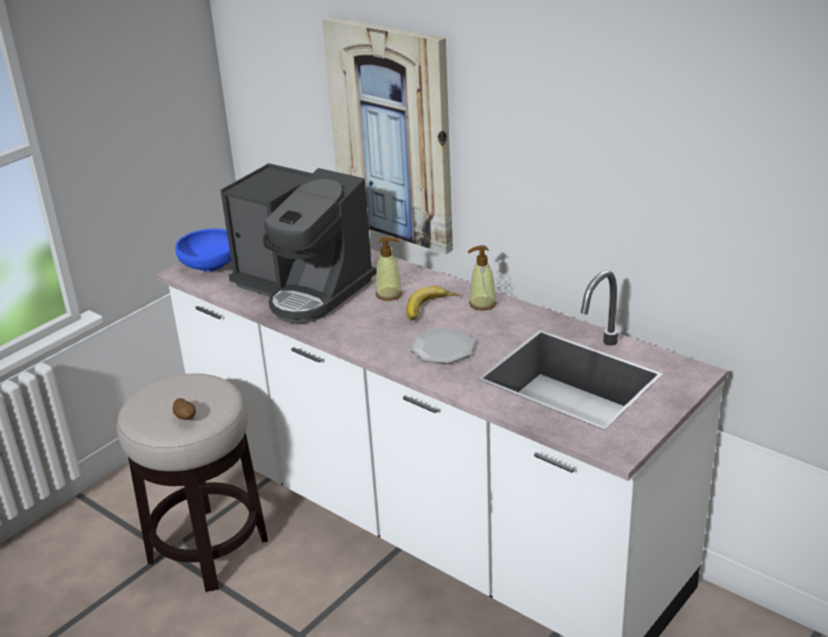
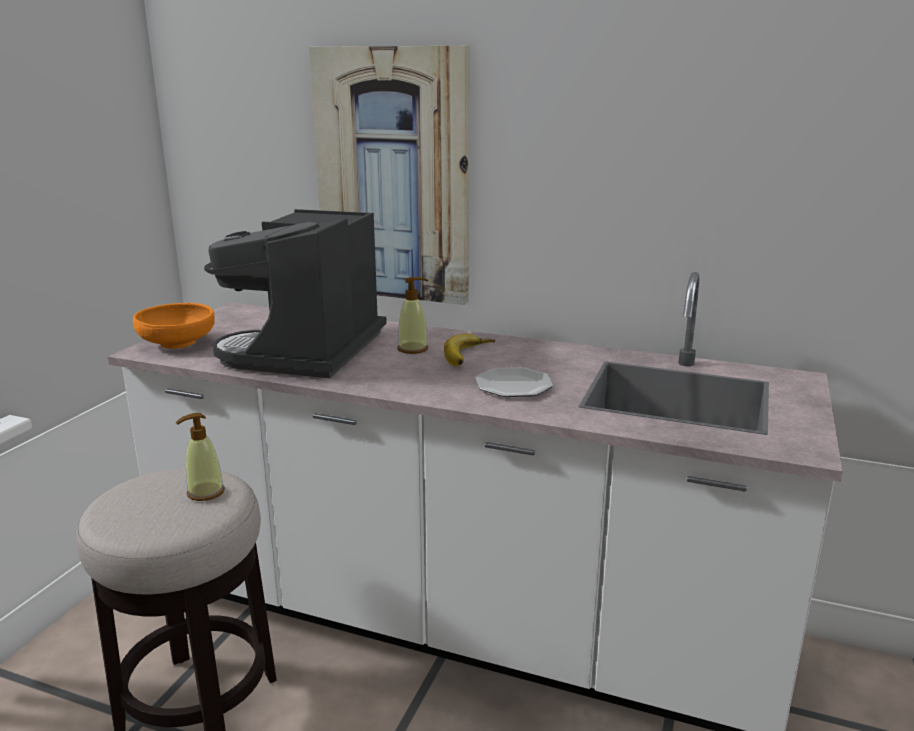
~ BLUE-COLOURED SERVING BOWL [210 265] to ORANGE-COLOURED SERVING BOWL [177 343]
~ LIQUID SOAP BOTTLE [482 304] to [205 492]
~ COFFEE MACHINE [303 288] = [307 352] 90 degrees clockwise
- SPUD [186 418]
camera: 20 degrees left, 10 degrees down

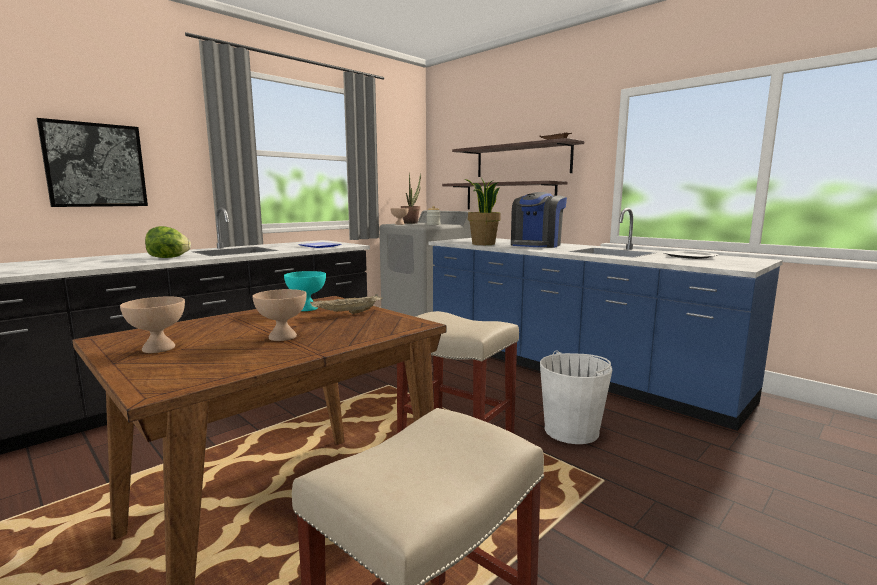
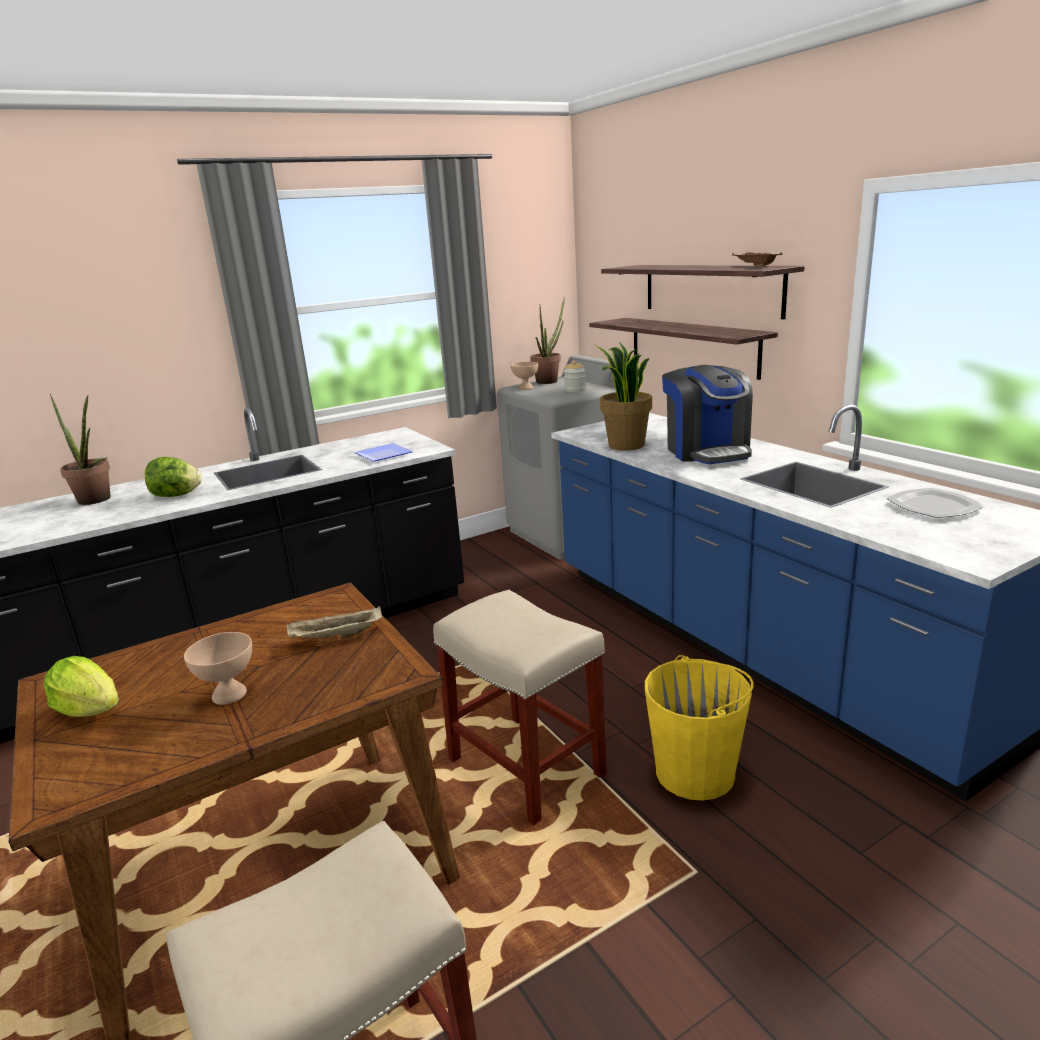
~ BEIGE SERVING BOWL [159 348] to LETTUCE HEAD [90 710]
+ POTTED PLANT [97 501]
~ WHITISH BUCKET [571 430] to YELLOWISH BUCKET [695 772]
~ COFFEE MACHINE [536 245] = [707 451] 60 degrees counterclockwise
- WALL ART [95 165]
- TURQUOISE-COLOURED SERVING BOWL [307 308]
camera: 15 degrees right, 10 degrees up

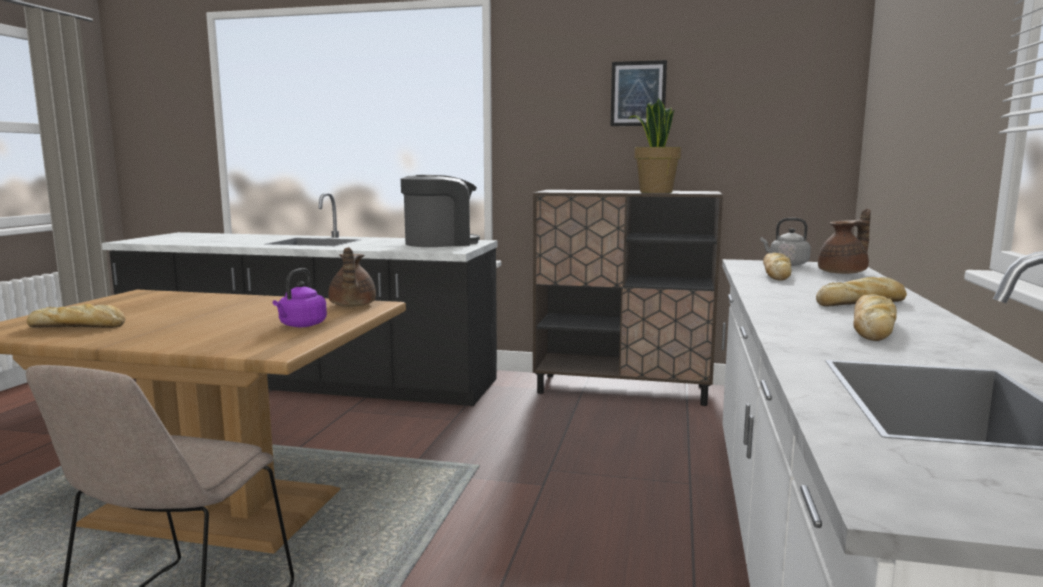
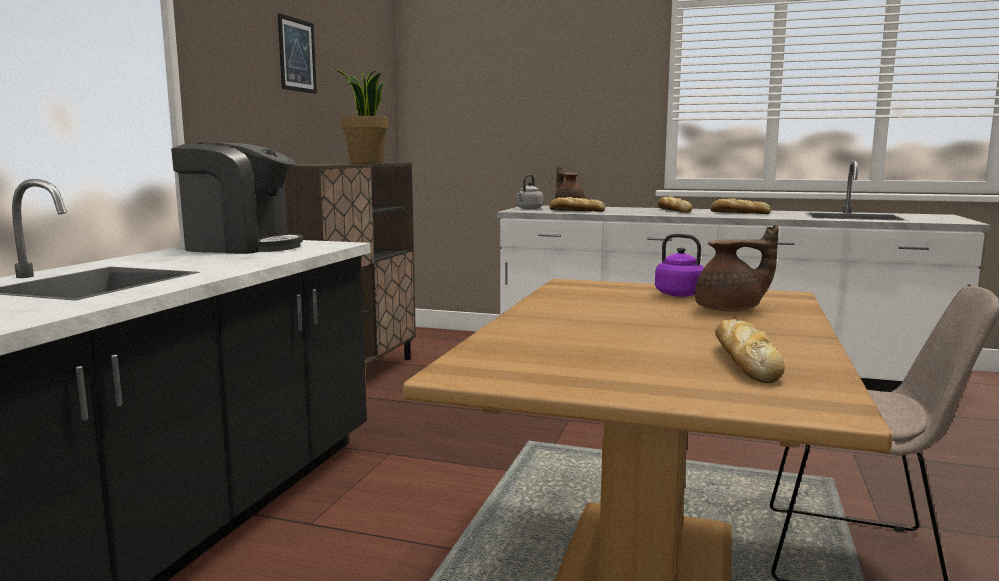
~ COFFEE MACHINE [440 243] = [241 247] 120 degrees clockwise
~ BROWN TEAPOT [351 306] to [731 309]
camera: 85 degrees left, 0 degrees up

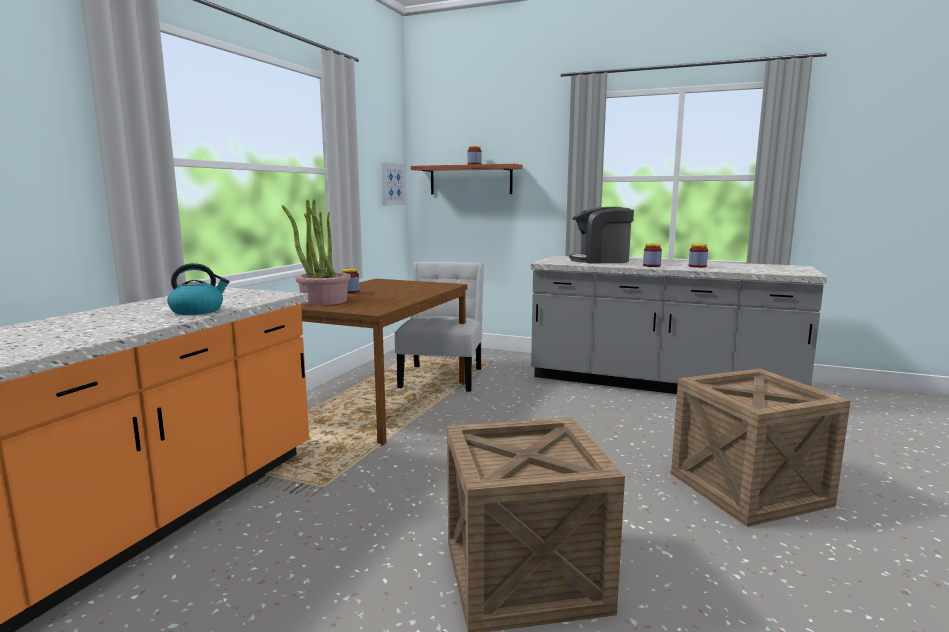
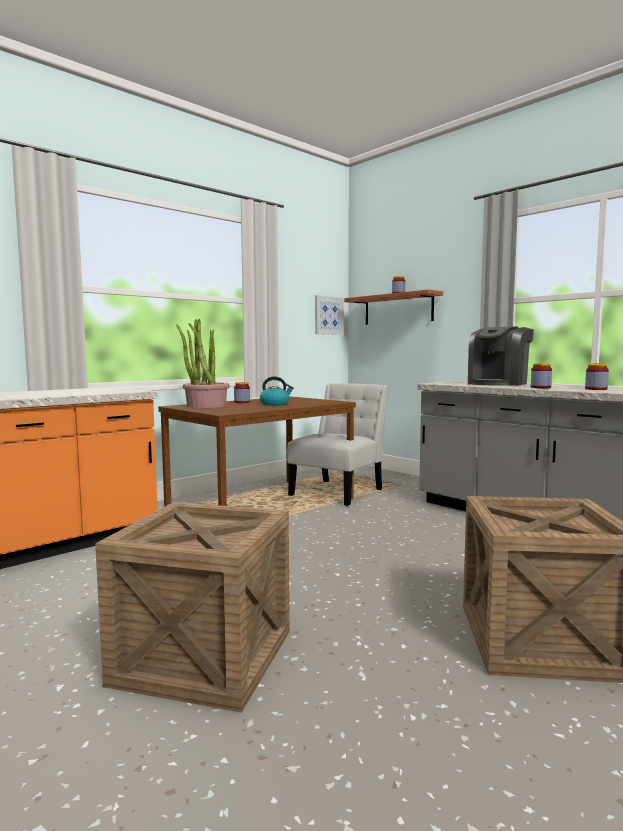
~ TEA KETTLE [198 311] to [275 404]
~ COFFEE MACHINE [601 260] = [498 383] 75 degrees counterclockwise
camera: 25 degrees right, 5 degrees down

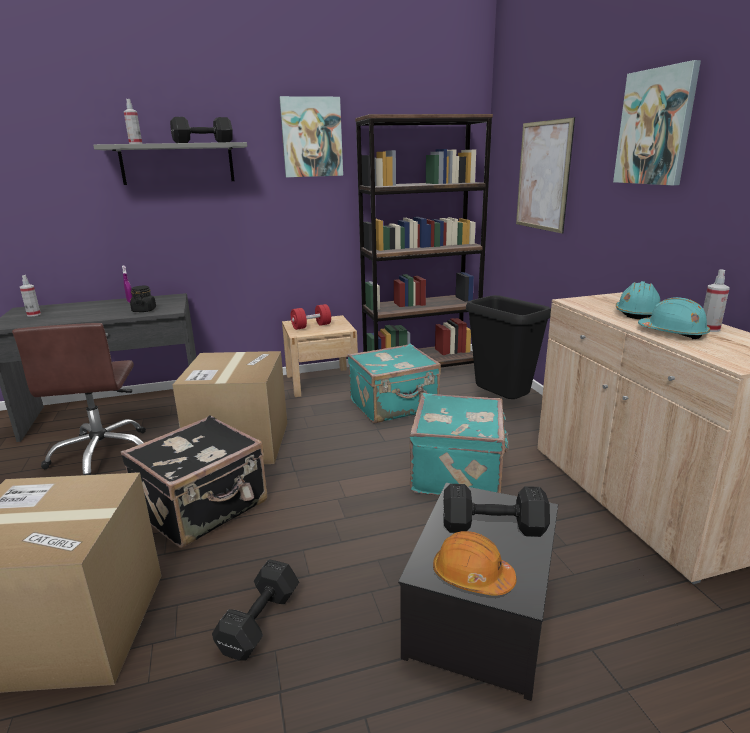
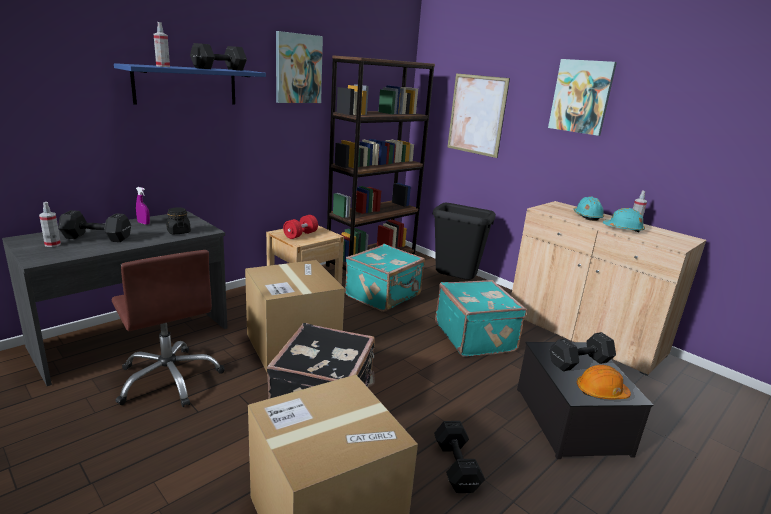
+ BLACKISH FREE WEIGHT [98 238]
~ GREYISH SHELF [177 163] to BLUE-COLOURED SHELF [186 85]
camera: 30 degrees left, 0 degrees up

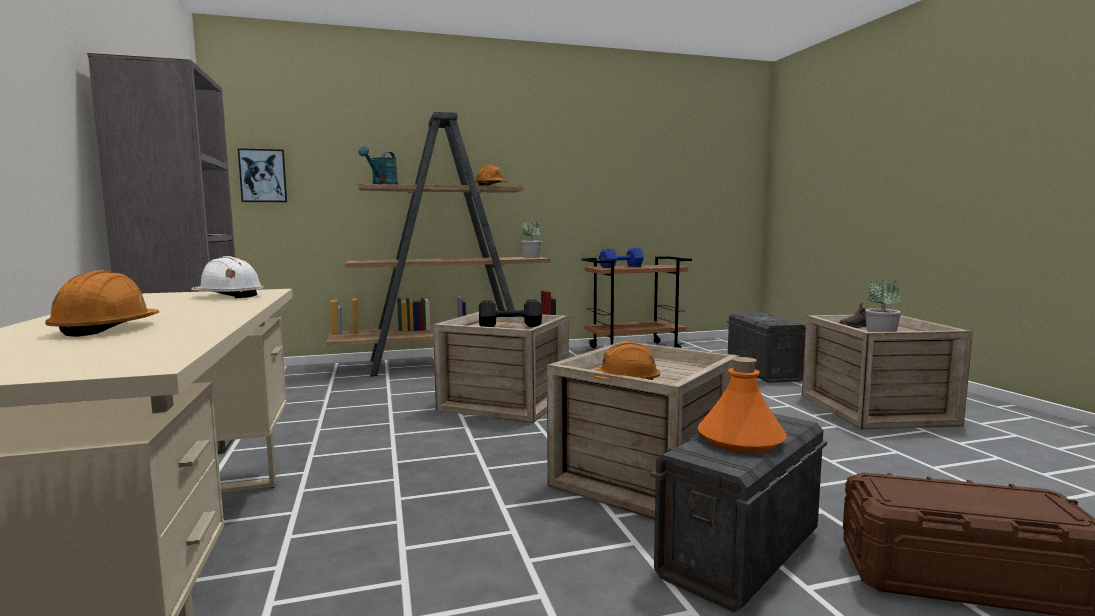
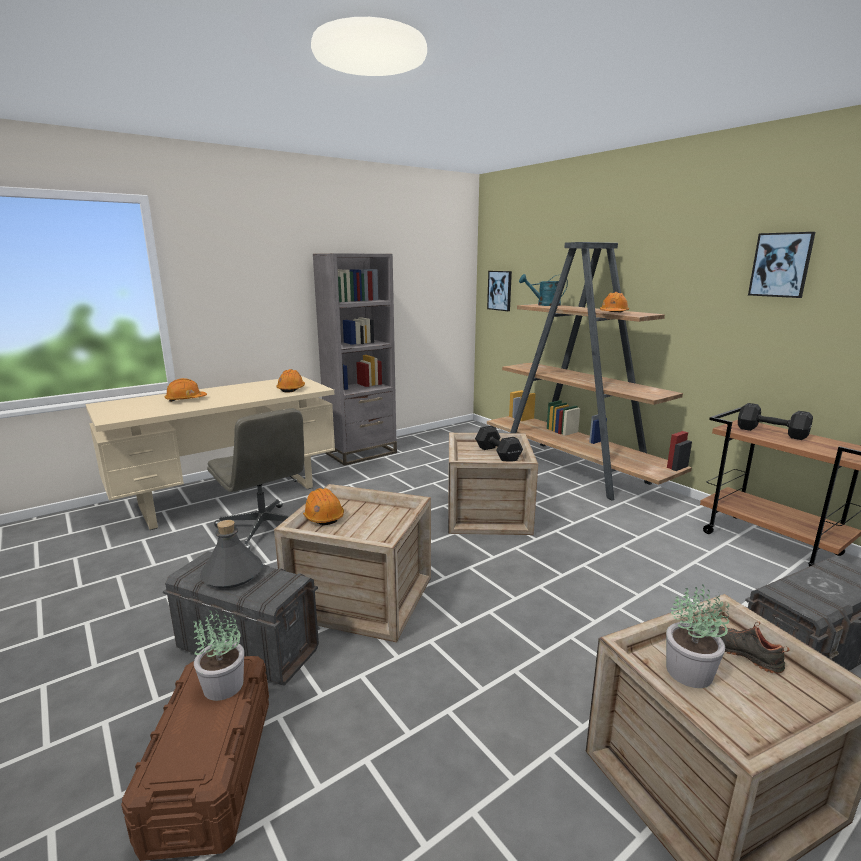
~ POTTED PLANT [531 257] to [223 686]
~ ORANGE-COLOURED DRINK BOTTLE [741 440] to GREYISH DRINK BOTTLE [232 575]
+ GREYISH OFFICE CHAIR [264 528]
~ WHITISH WORK HELMET [229 296] to ORANGE-COLOURED WORK HELMET [291 389]
~ BLUE-COLOURED FREE WEIGHT [622 267] to BLACKISH FREE WEIGHT [773 433]
+ WALL ART [781 265]
camera: 70 degrees right, 10 degrees up

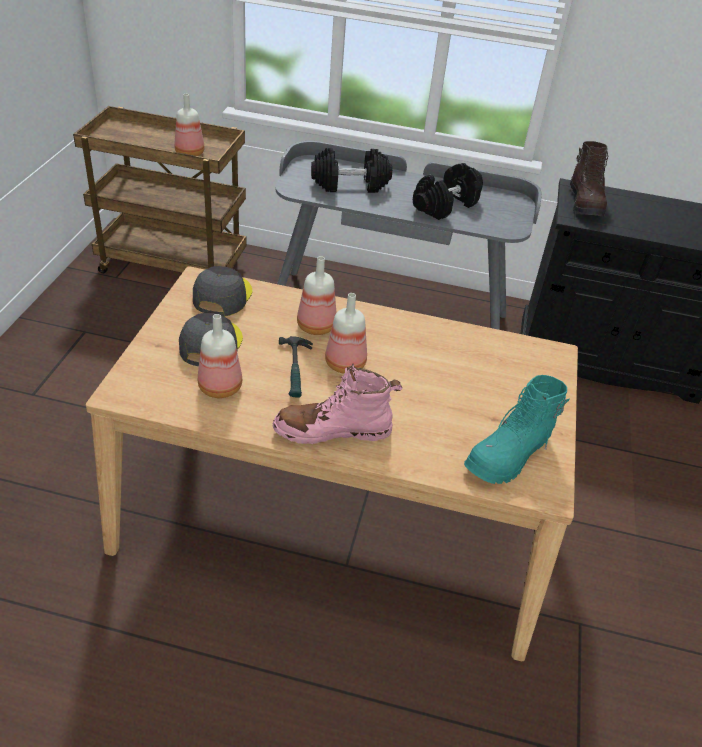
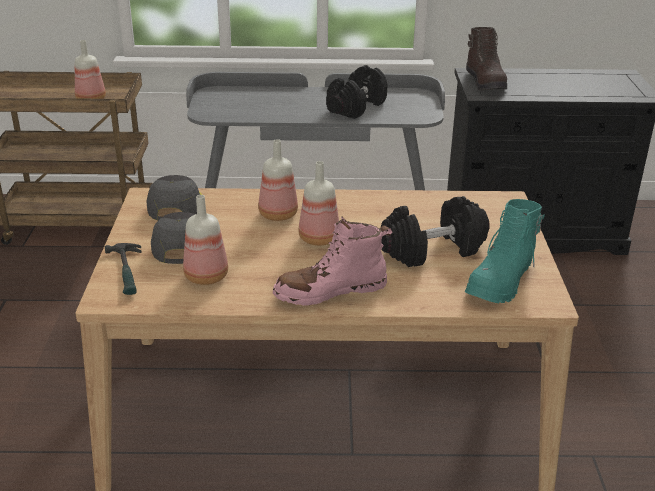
~ HAND HAMMER [296 370] to [128 272]
~ BLACKISH FREE WEIGHT [350 184] to [432 249]
camera: 10 degrees left, 10 degrees down

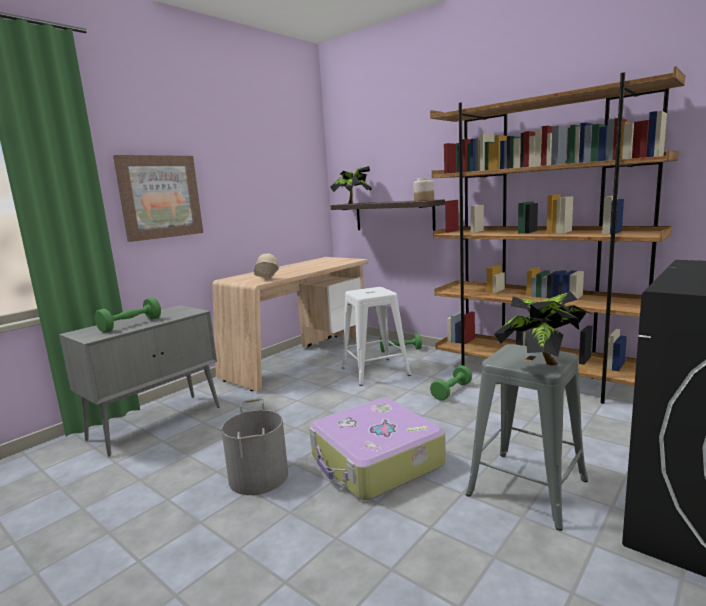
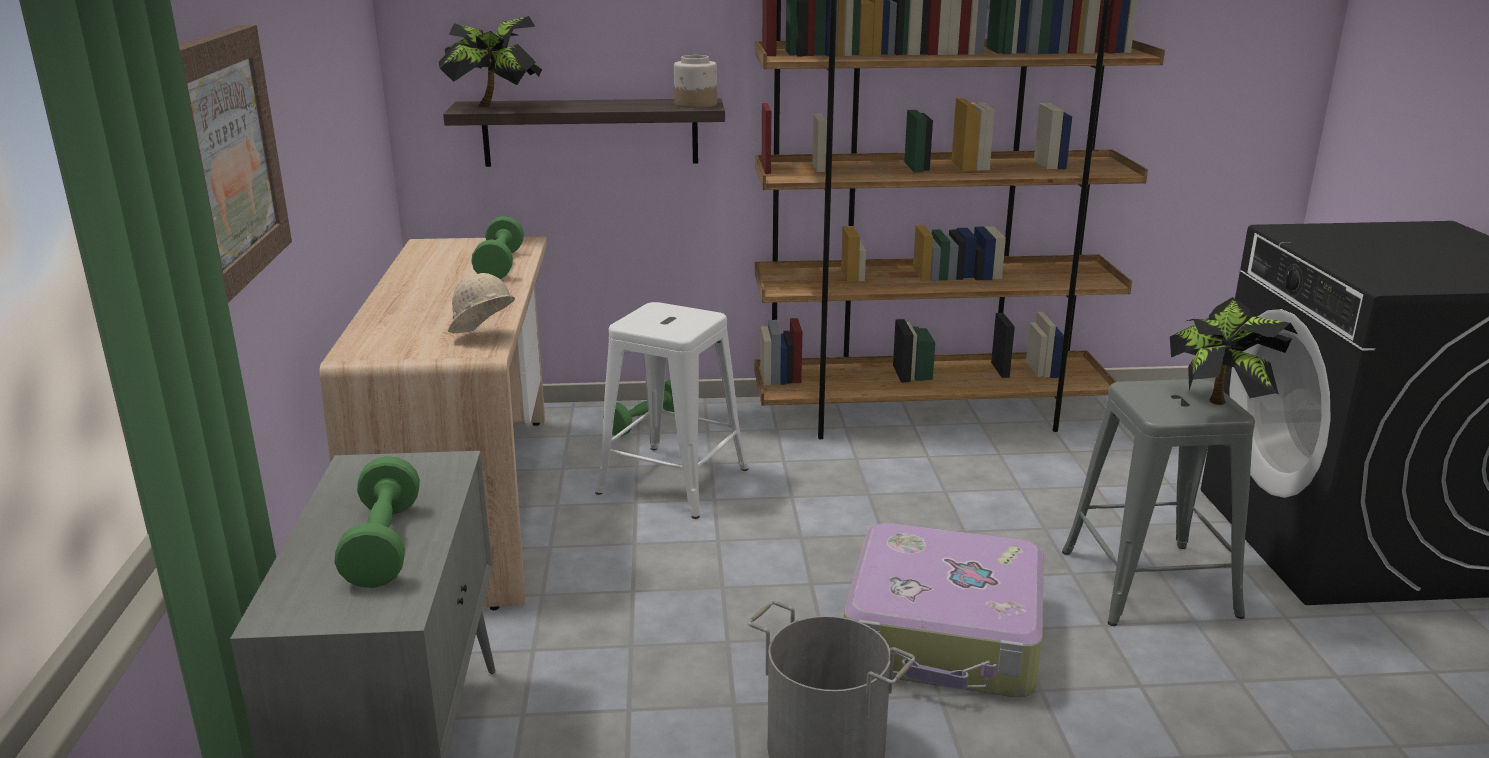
~ GREENISH FREE WEIGHT [451 391] to [500 265]
camera: 45 degrees left, 10 degrees up

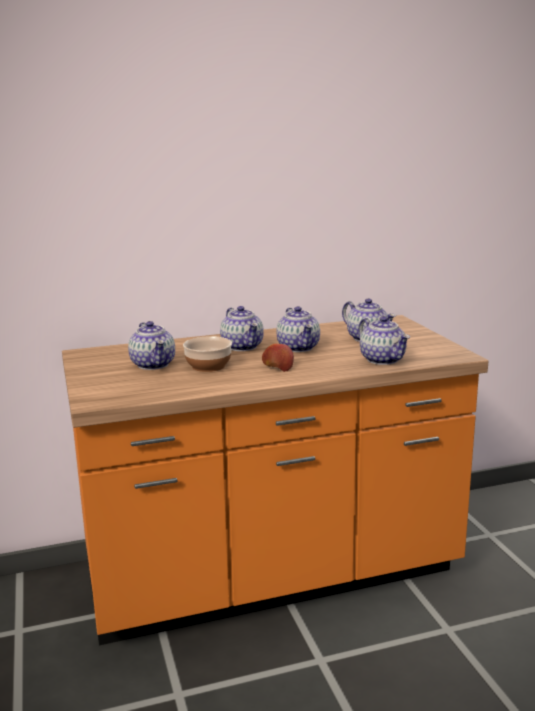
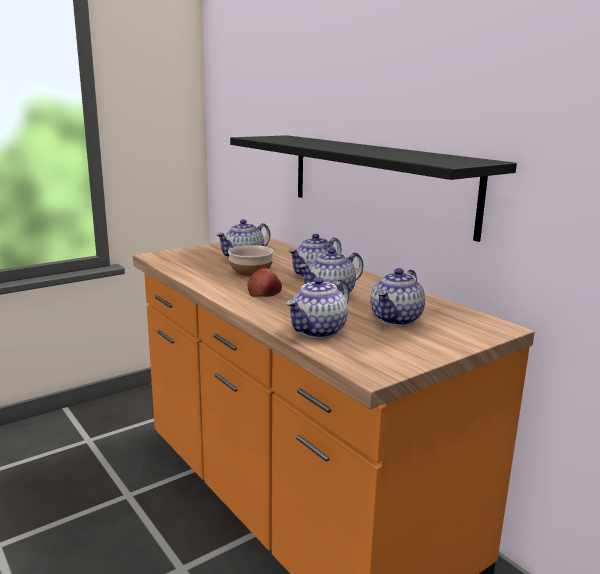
+ BLACKISH SHELF [377 181]
camera: 70 degrees right, 0 degrees up

